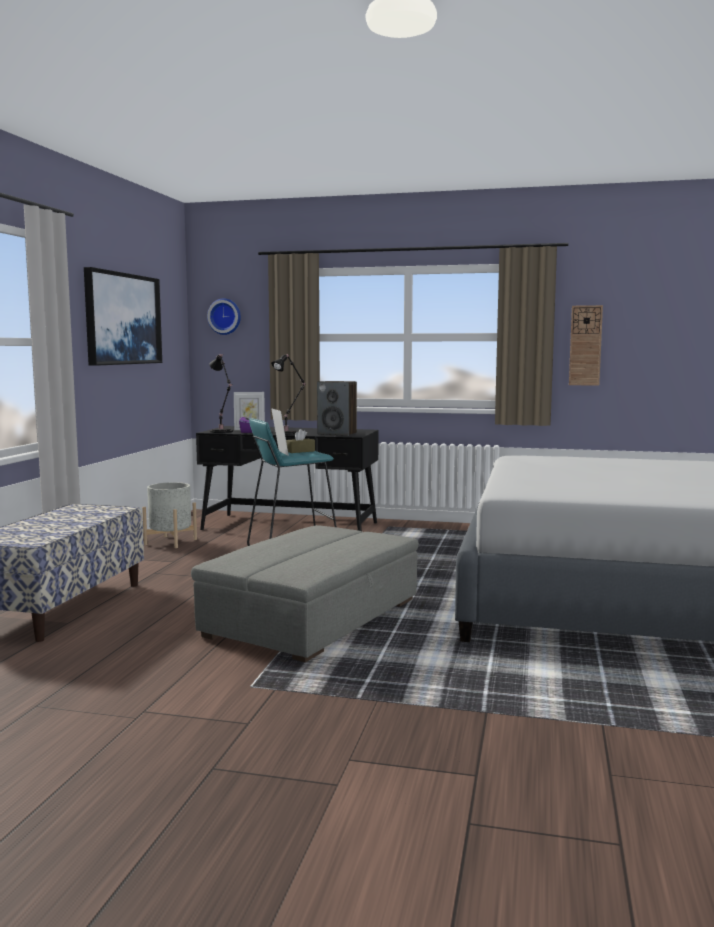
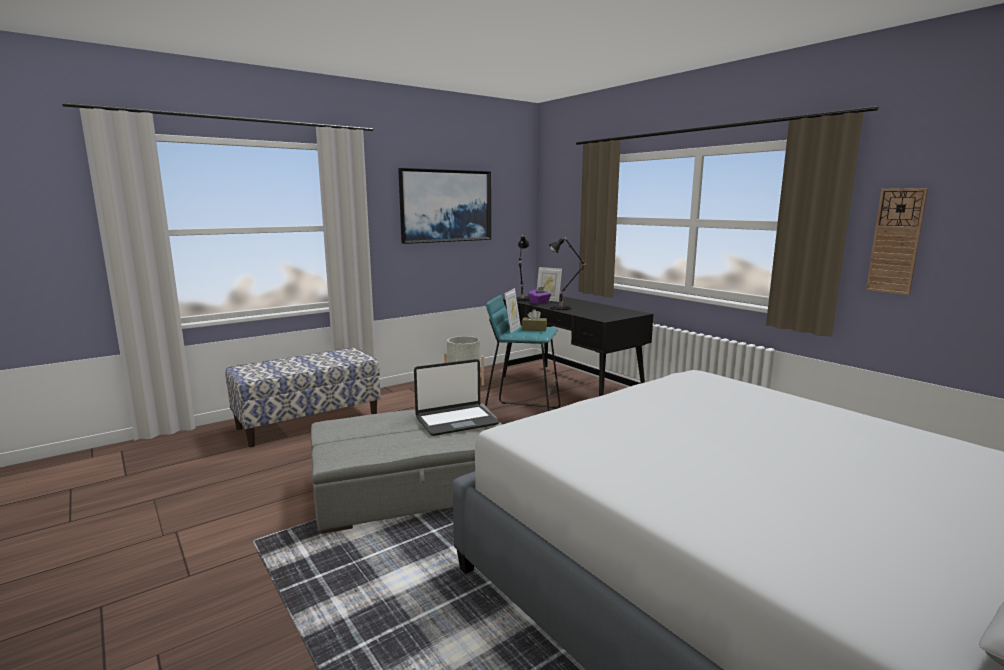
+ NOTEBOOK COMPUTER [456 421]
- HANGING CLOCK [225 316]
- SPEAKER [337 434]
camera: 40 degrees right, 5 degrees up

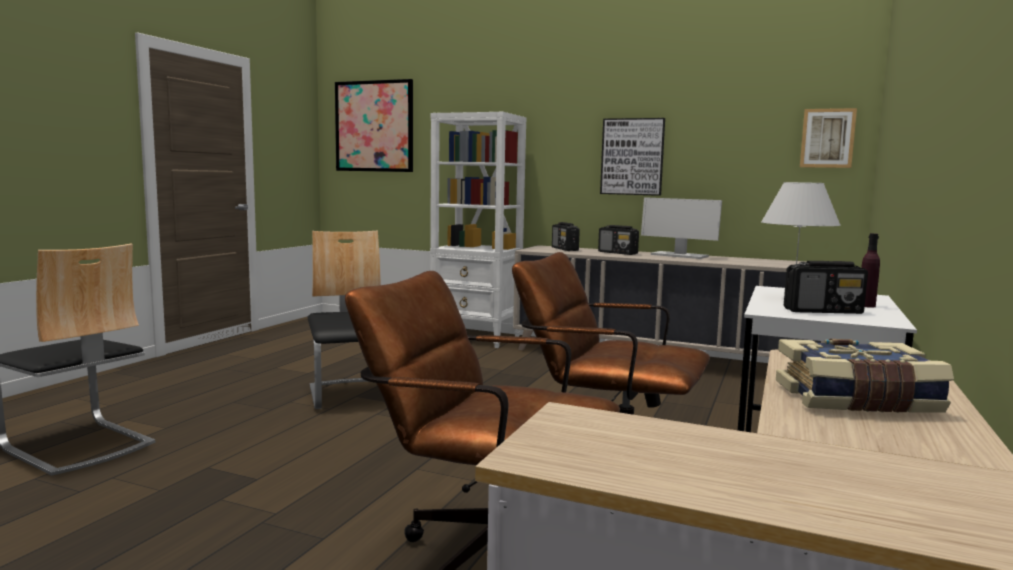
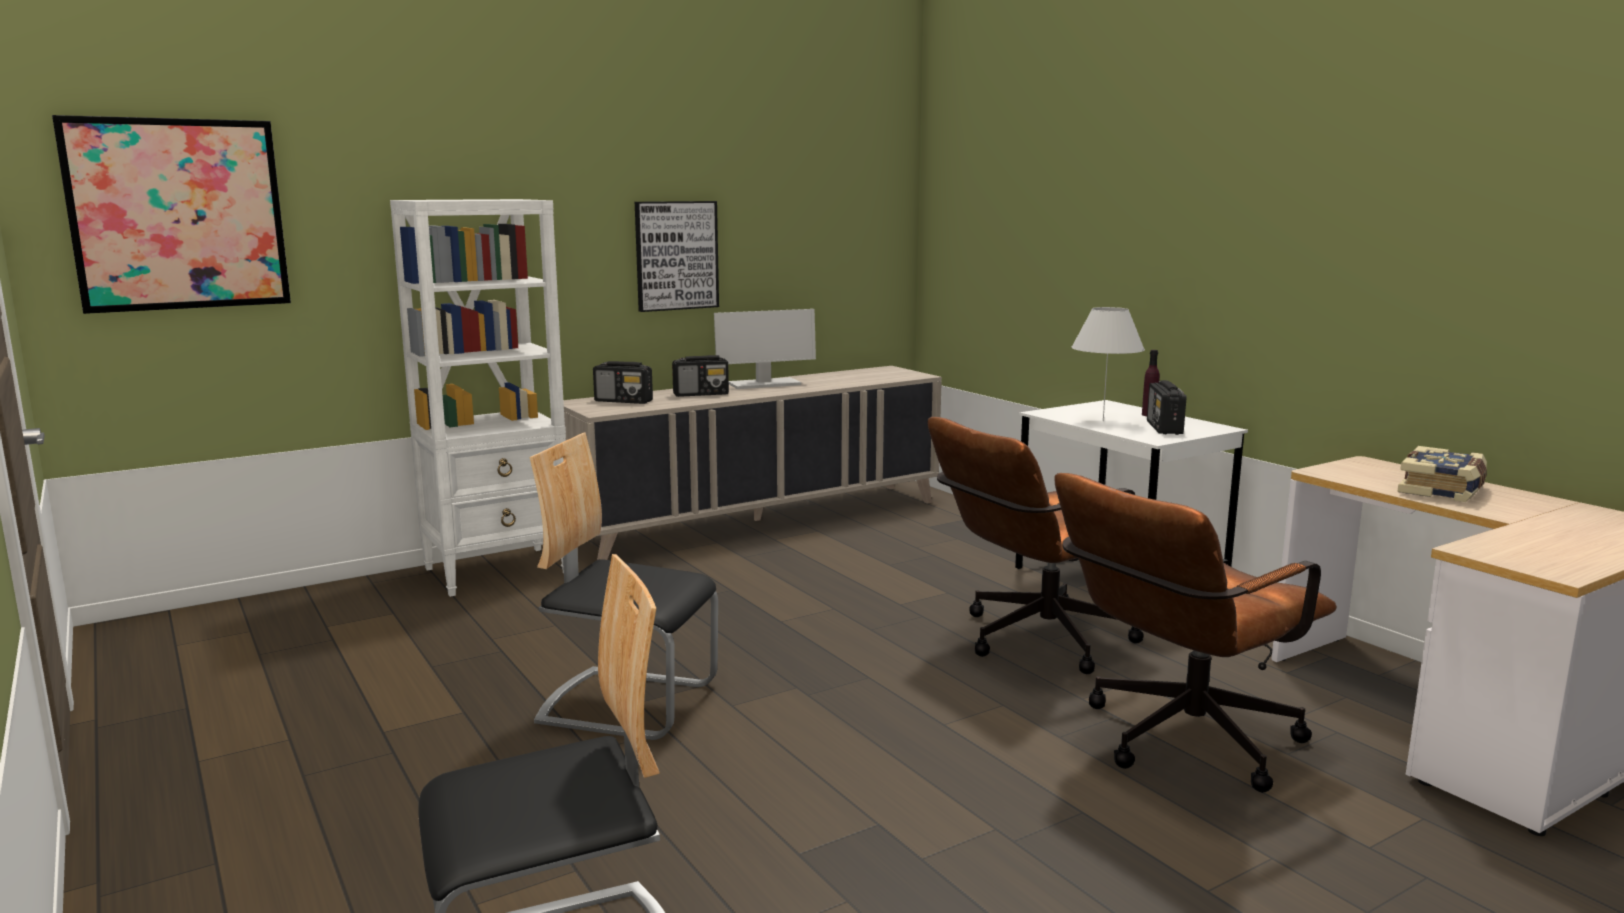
~ RADIO RECEIVER [823 311] = [1164 428] 150 degrees clockwise
- WALL ART [827 138]
camera: 55 degrees left, 5 degrees up

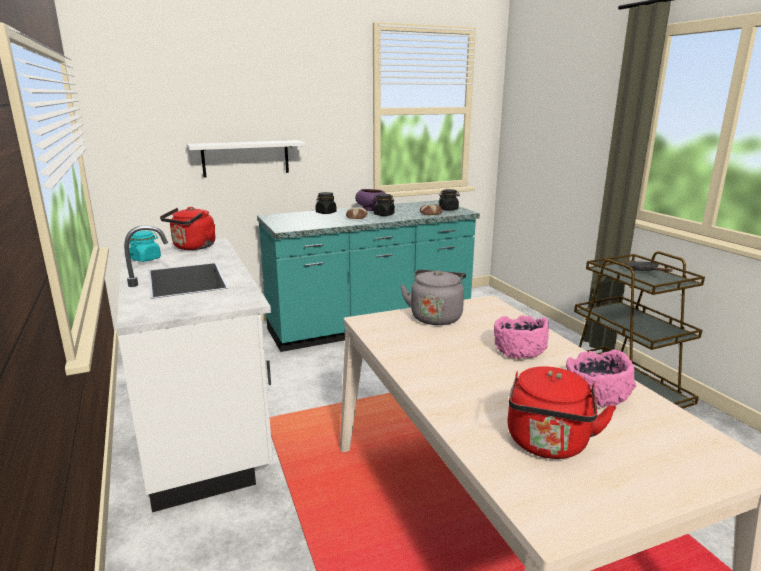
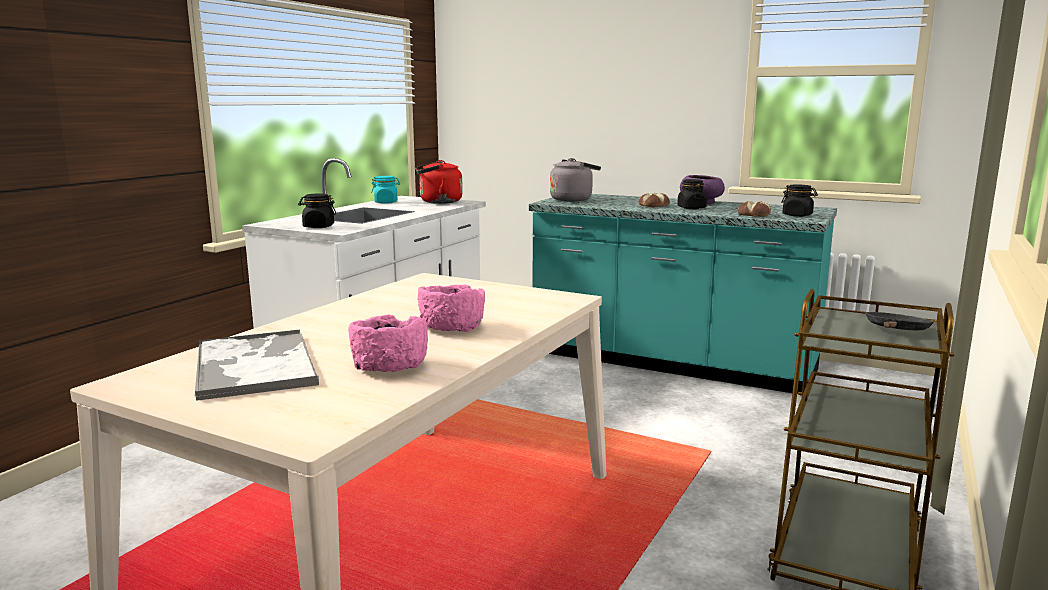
~ RED TEA KETTLE [547 445] to SERVING TRAY [254 364]
~ BLACKISH STORAGE JAR [326 213] to [318 227]
~ GREYISH TEA KETTLE [436 317] to [573 199]
- WHITISH SHELF [245 158]
camera: 50 degrees right, 5 degrees down

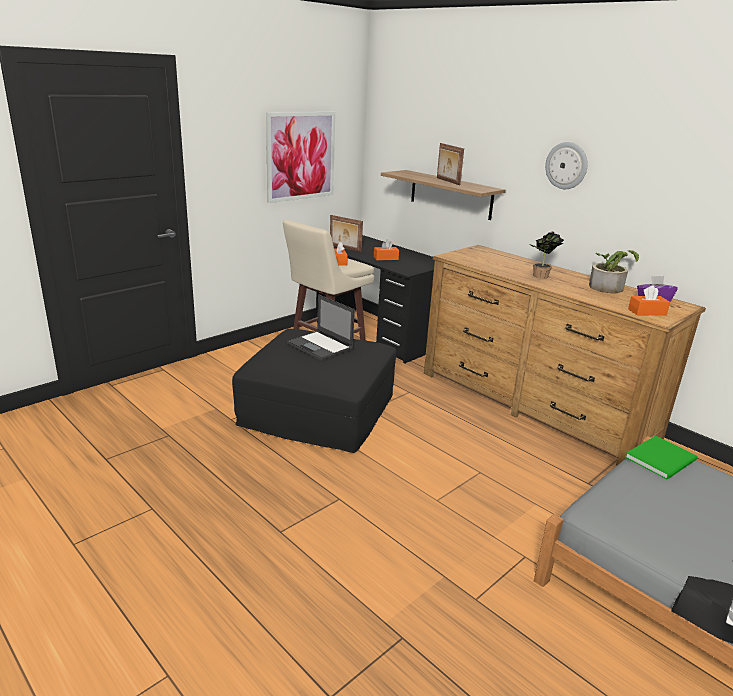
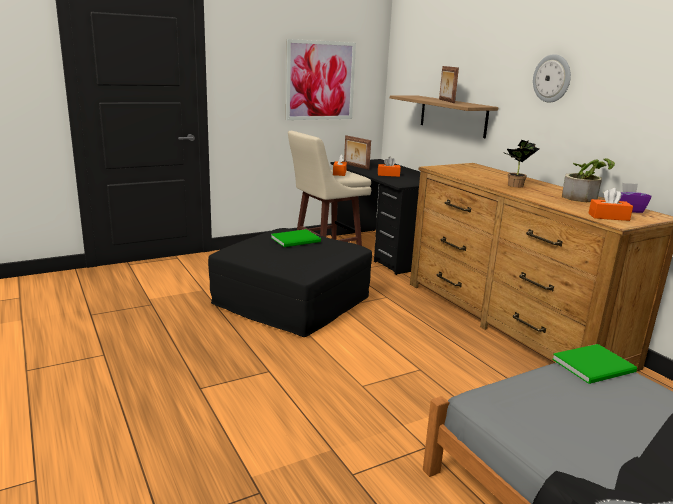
~ NOTEBOOK COMPUTER [320 346] to GREENISH BOUND BOOK [297 240]
camera: 15 degrees right, 5 degrees down

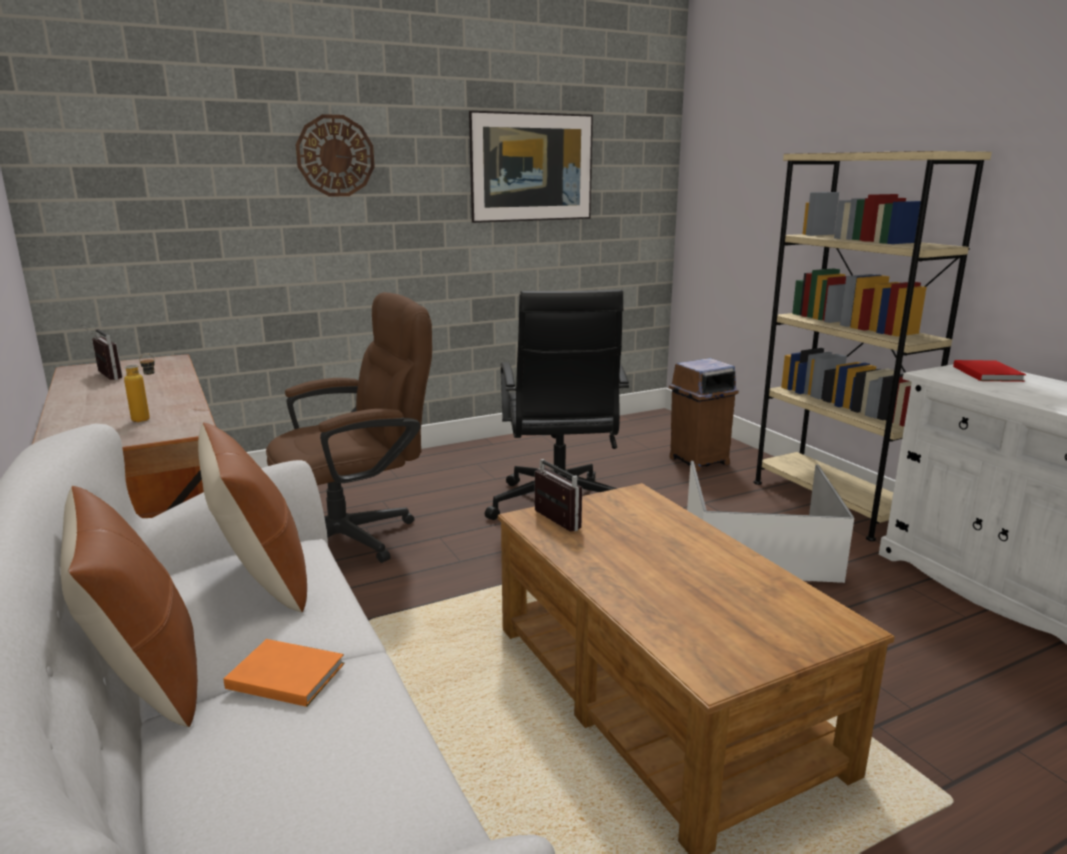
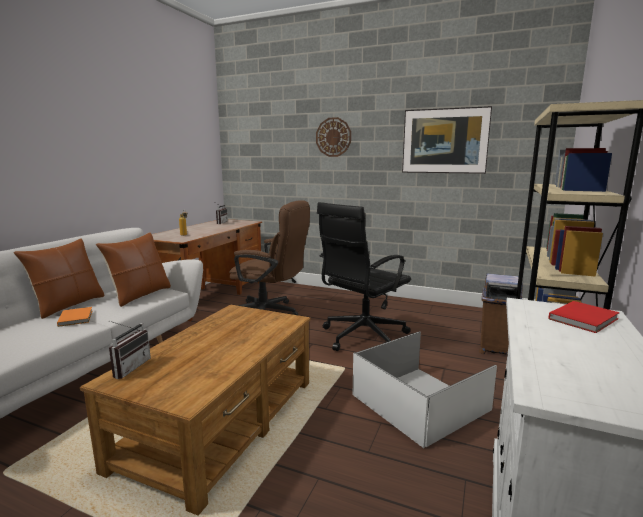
~ RADIO RECEIVER [550 522] to [128 367]
camera: 50 degrees right, 5 degrees down

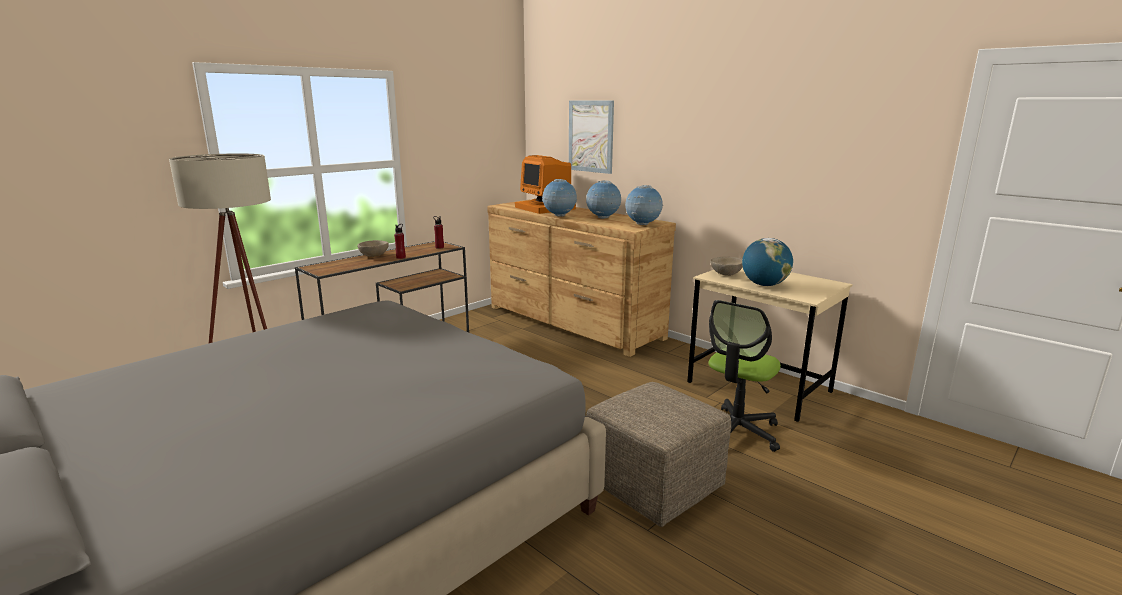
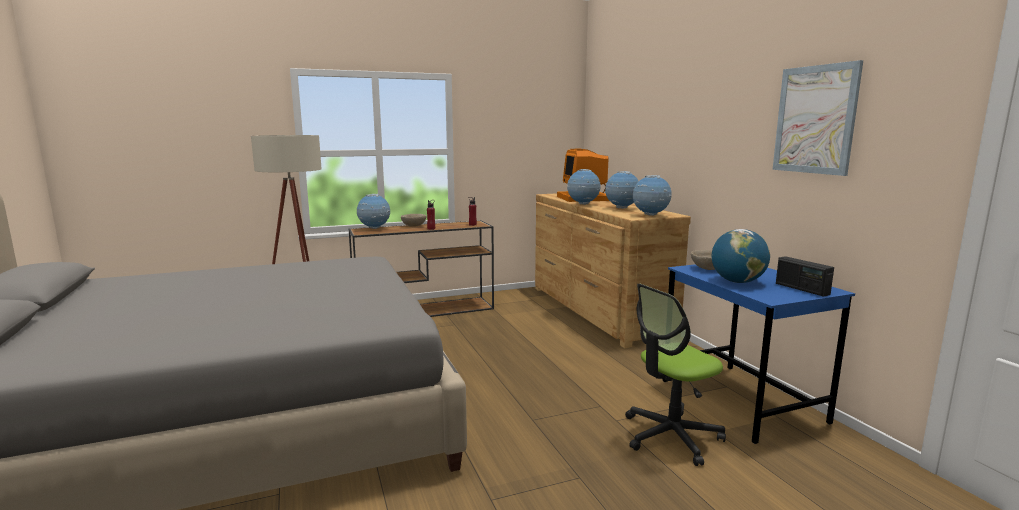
+ GLOBE [374 229]
~ BEIGE DESK UNIT [759 387] to BLUE-COLOURED DESK UNIT [741 401]
~ WALL ART [591 136] to [815 120]
+ RADIO RECEIVER [801 289]
- BEIGE POUFFE [652 486]
camera: 25 degrees right, 5 degrees down

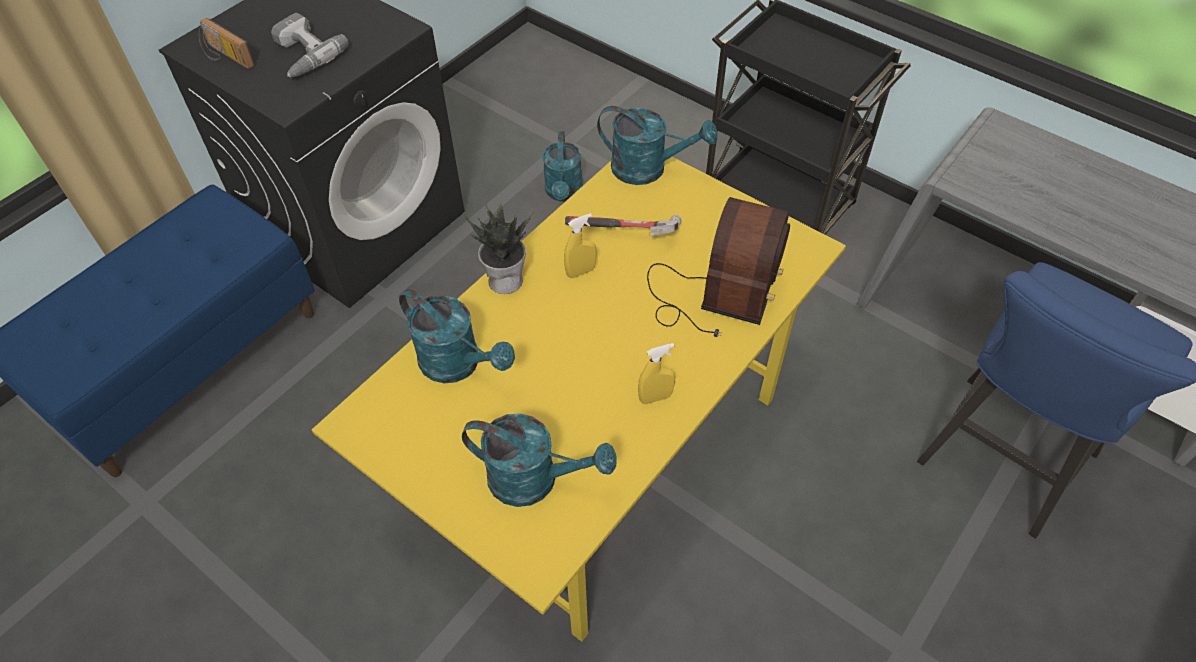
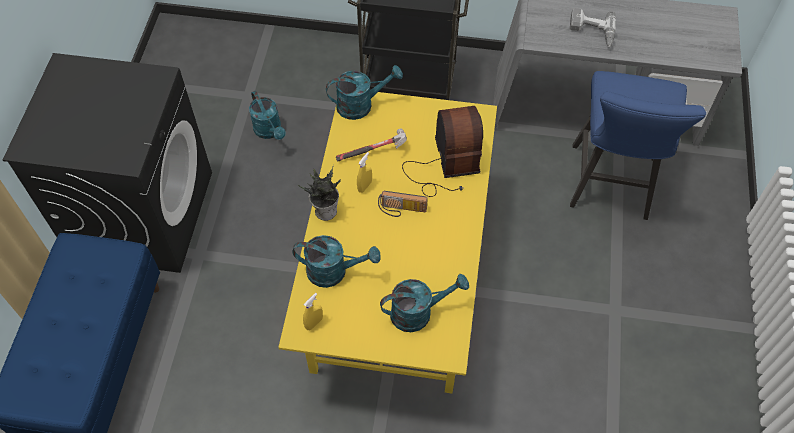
~ YELLOWISH SPRAYER [655 397] to [314 323]
~ RADIO RECEIVER [225 57] to [401 210]
~ POWER DRILL [301 55] to [591 32]
camera: 30 degrees left, 5 degrees up

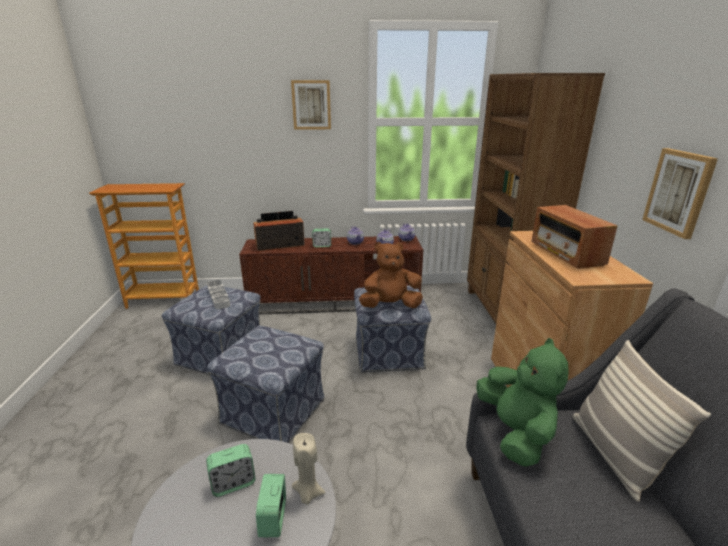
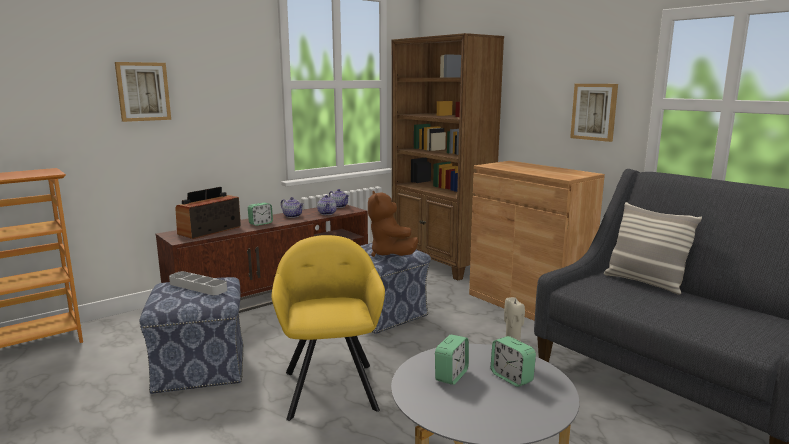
~ WALL ART [311 105] to [143 91]
~ POUFFE [274 411] to YELLOWISH EASY CHAIR [331 386]
~ BROWN SOFT TOY [390 305] = [391 254] 60 degrees counterclockwise
- GREENISH SOFT TOY [515 433]
- RADIO RECEIVER [566 254]
camera: 35 degrees left, 10 degrees down

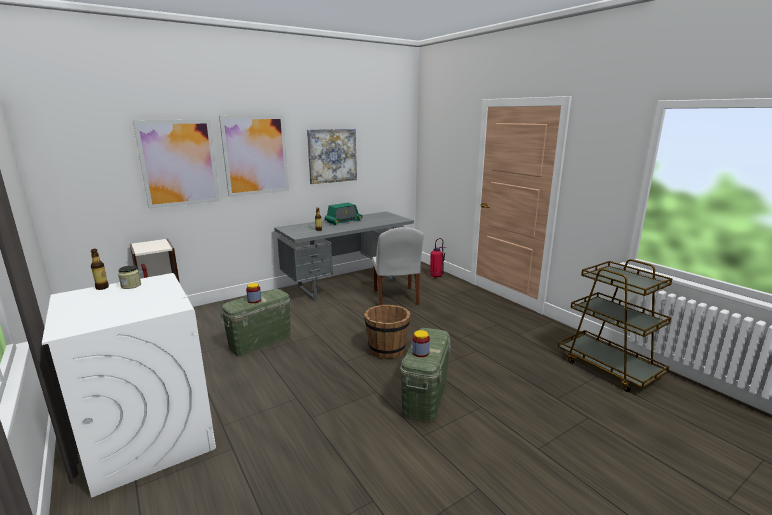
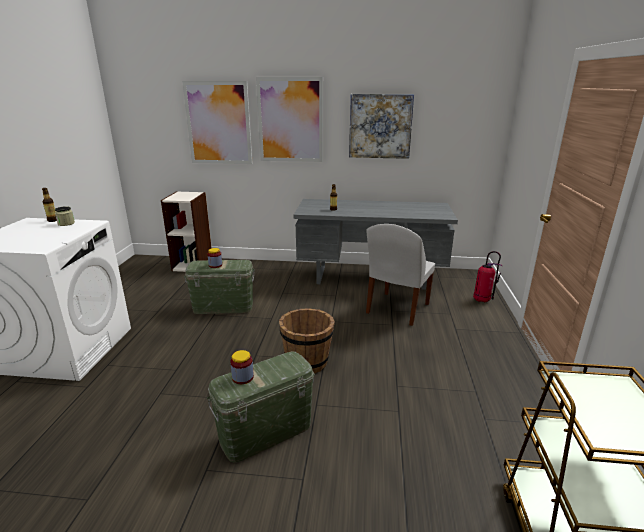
- RADIO RECEIVER [343 221]
camera: 40 degrees right, 5 degrees up

